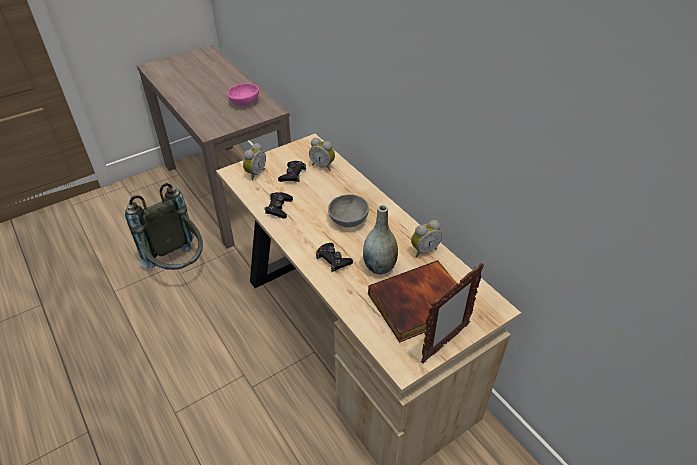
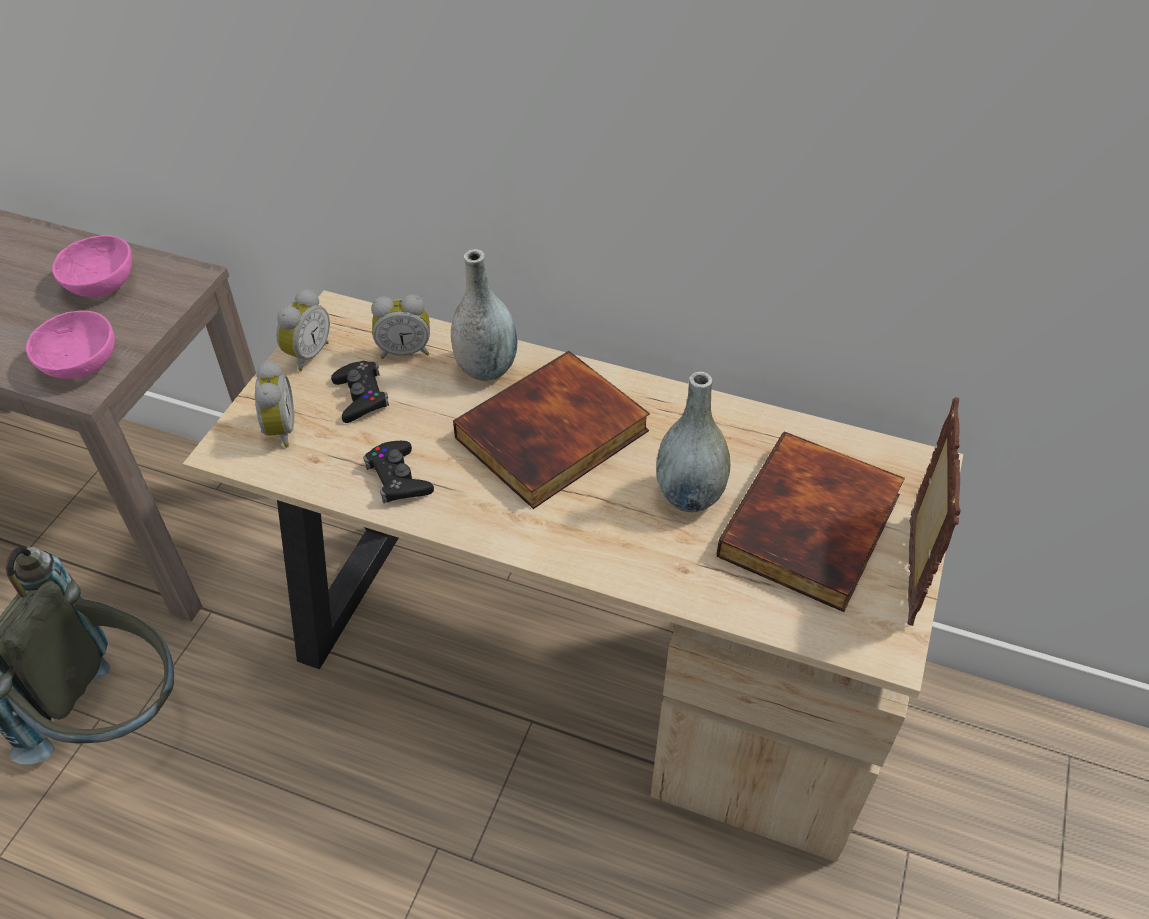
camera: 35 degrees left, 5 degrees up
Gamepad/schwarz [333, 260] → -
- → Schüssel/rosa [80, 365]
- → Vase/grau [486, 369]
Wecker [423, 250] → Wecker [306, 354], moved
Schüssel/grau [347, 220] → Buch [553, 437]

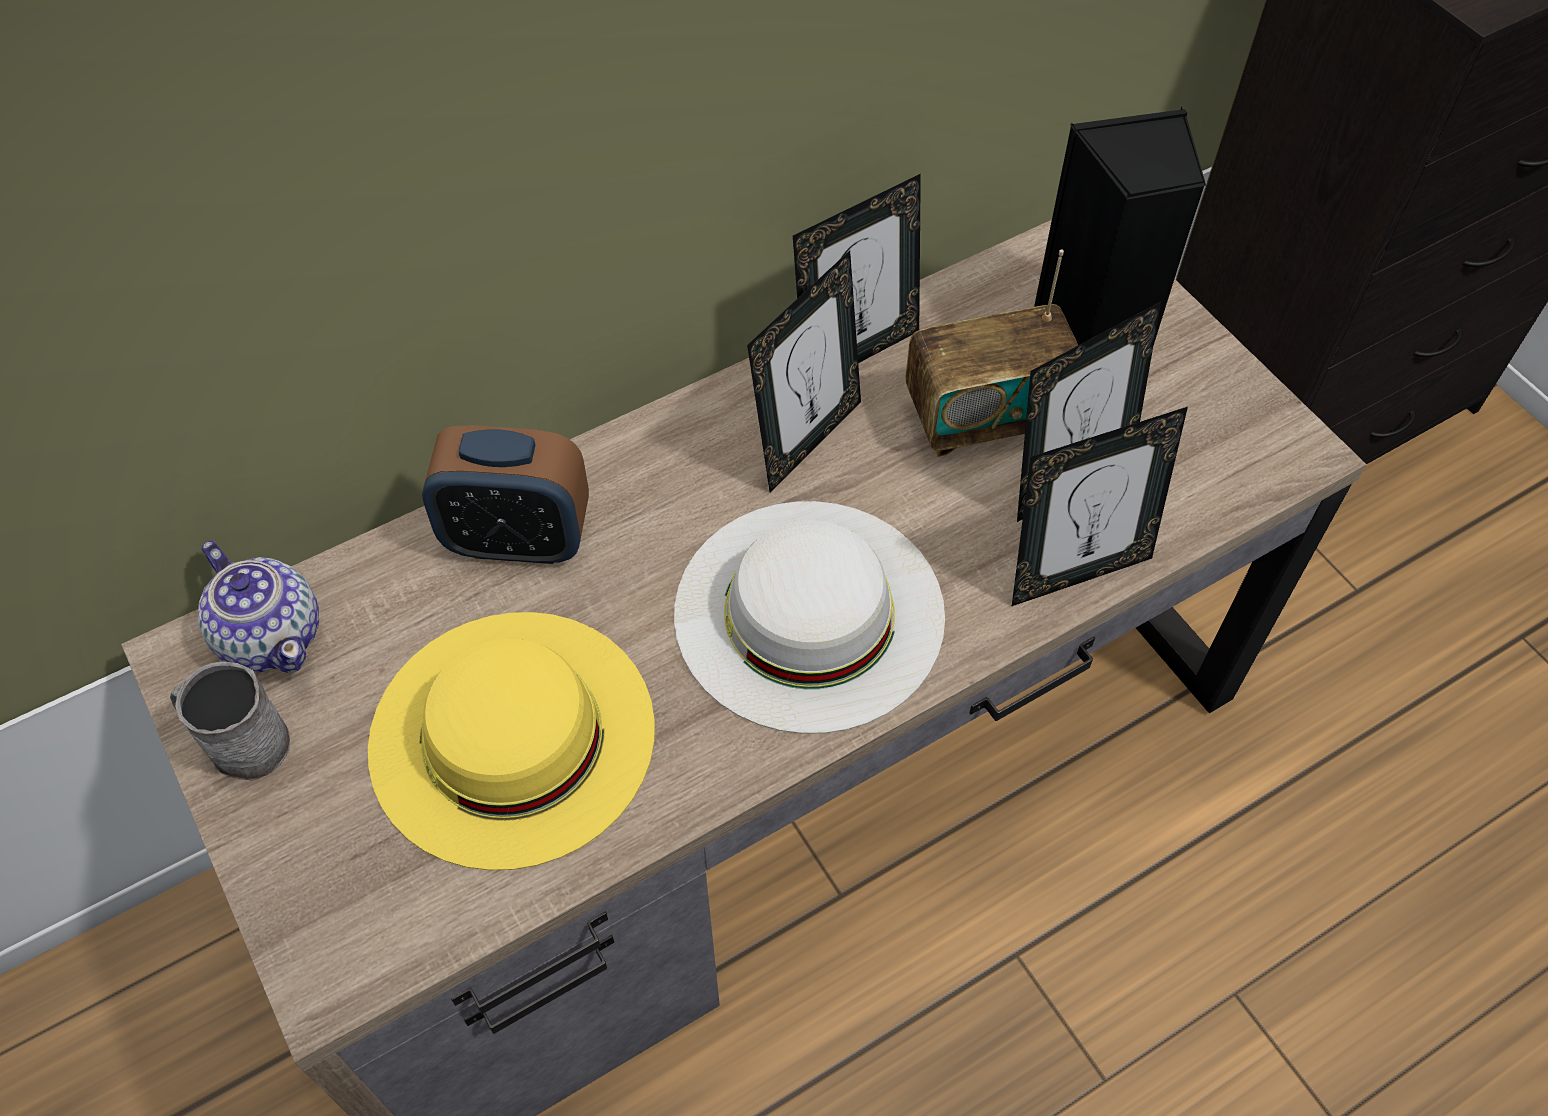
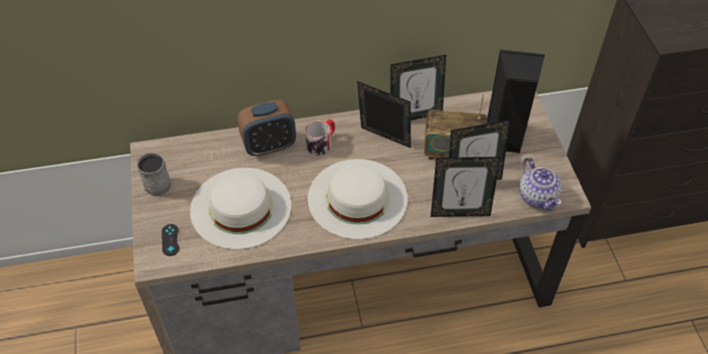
camera: 20 degrees right, 5 degrees down
- → Gamepad/schwarz [170, 240]
- → Henkelbecher [322, 143]
Teekanne [272, 634] → Teekanne [537, 196], moved
Hut/gelb [512, 736] → Hut/weiß [240, 207]
Wecker [518, 539] → Wecker [269, 146], 45 degrees counterclockwise
Bilderrahmen [806, 440] → Bilderrahmen [383, 141], 120 degrees counterclockwise

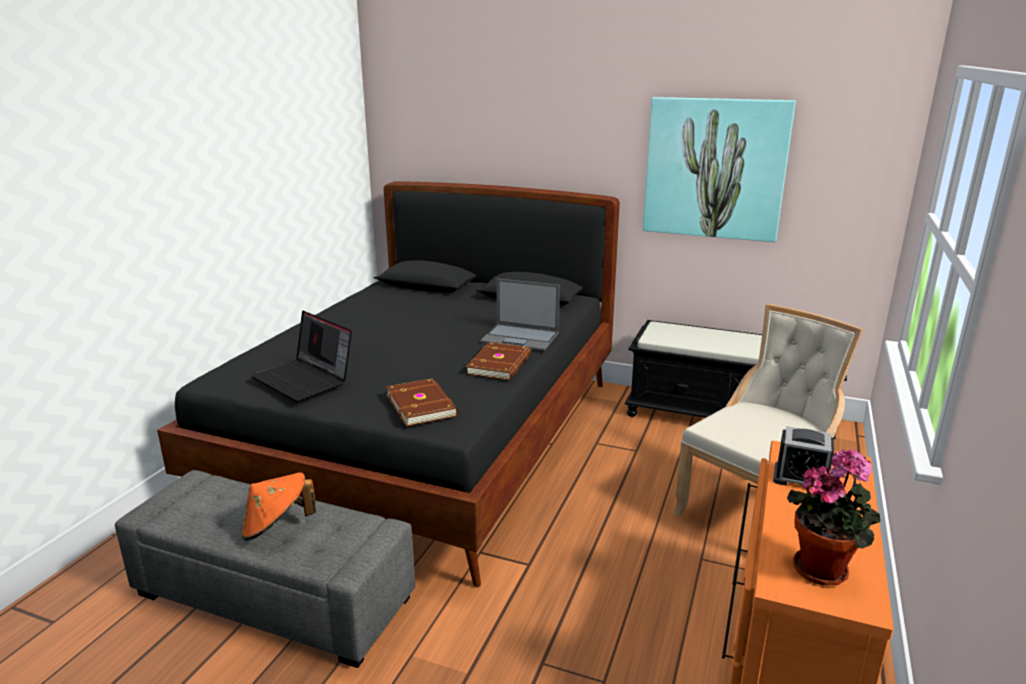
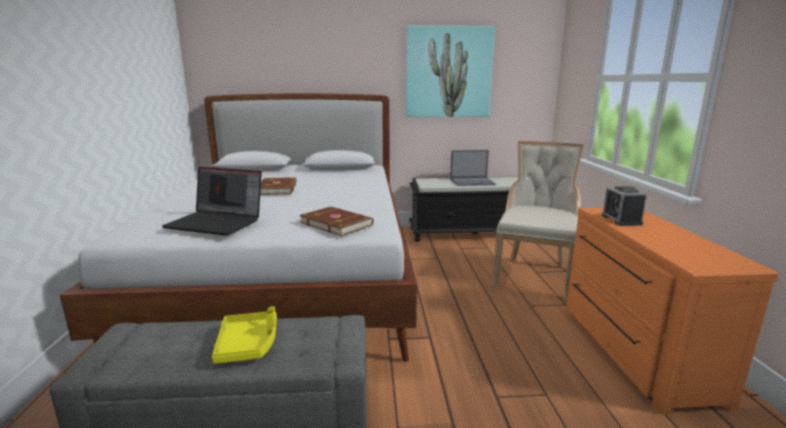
camera: 25 degrees left, 5 degrees down
Topfpflanze [824, 569] → -
Buch/braun [500, 364] → Buch/braun [278, 188], moved
Laptop [521, 338] → Laptop [472, 182], moved
Hut/orange [277, 527] → Tablett/gelb [248, 345]
Bett/schwarz [429, 440] → Bett/weiß [290, 279]
Wecker [801, 478] → Wecker [621, 220], 90 degrees clockwise

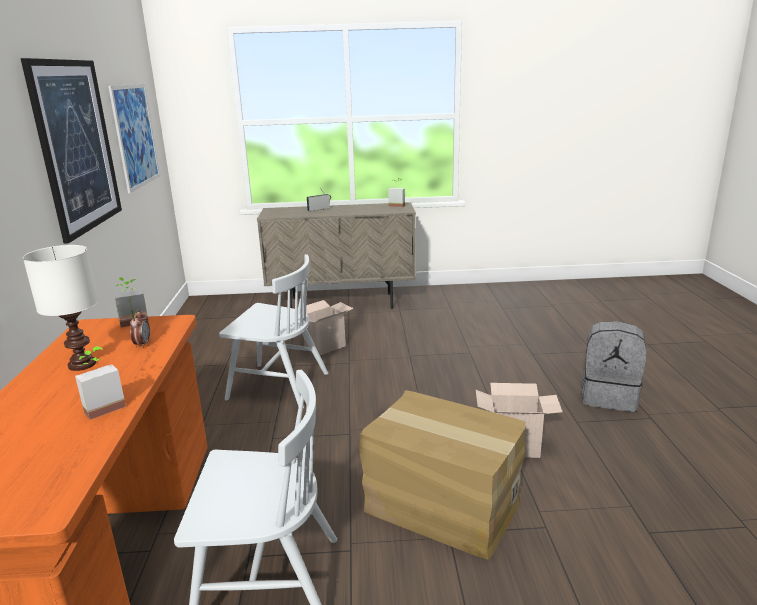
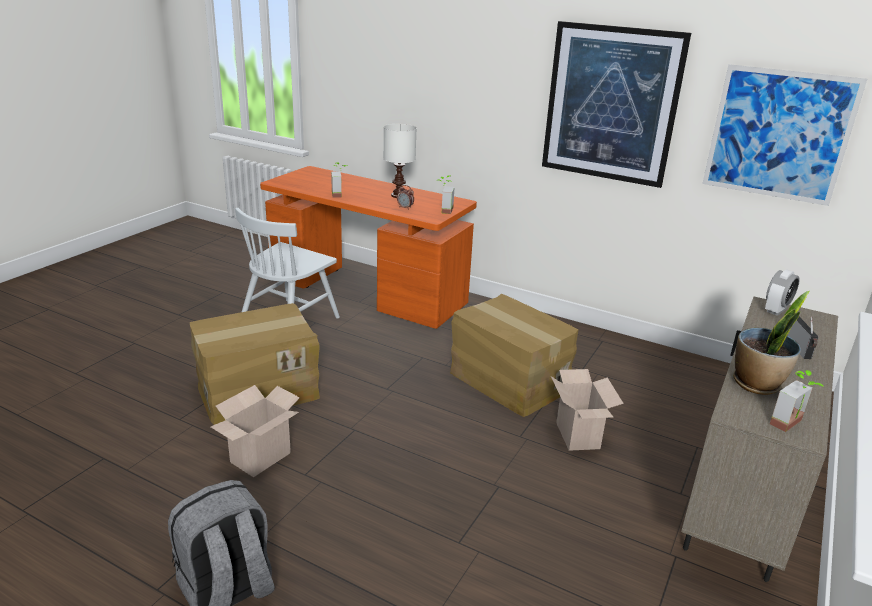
camera: 120 degrees right, 5 degrees up
- → Topfpflanze [757, 384]
- → Wecker [776, 310]
Stuhl/weiß [278, 386] → Karton [507, 382]

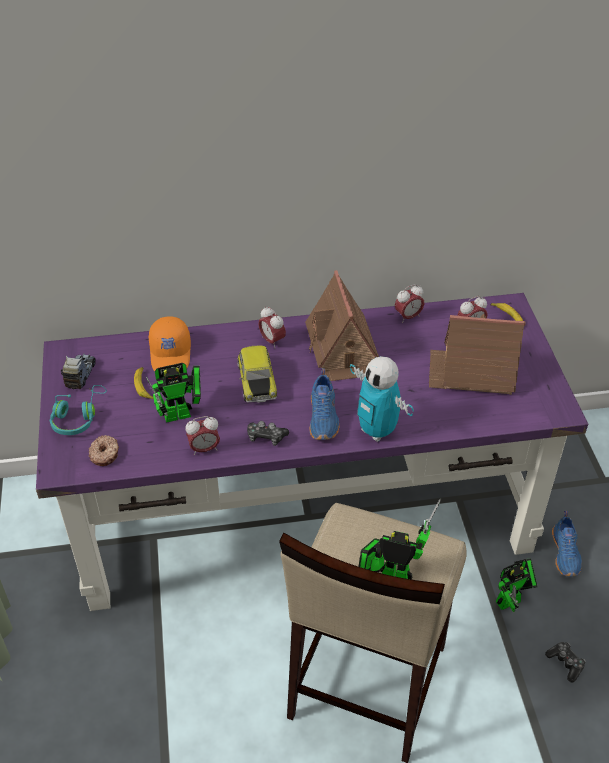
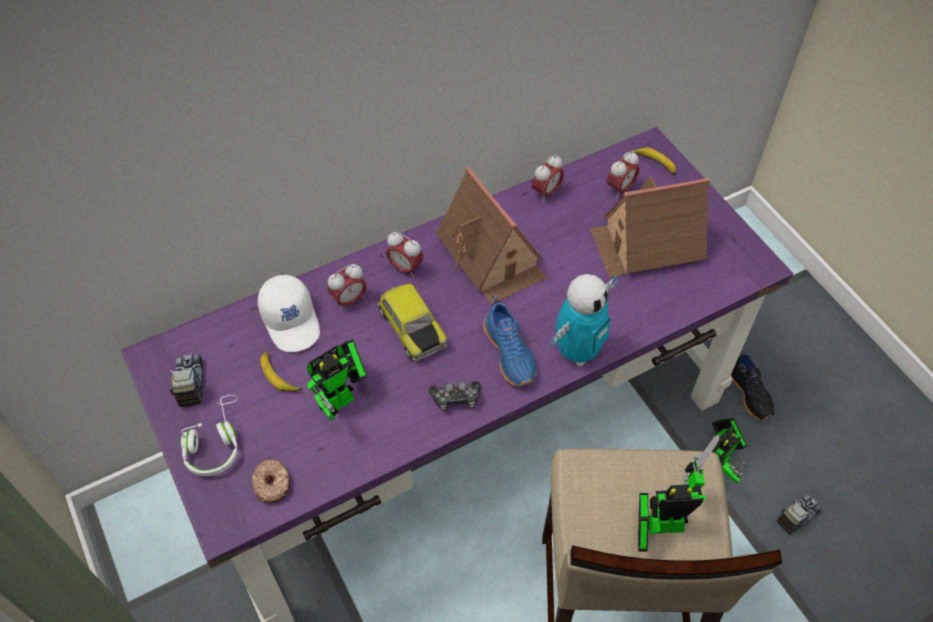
camera: 20 degrees left, 10 degrees up
Wecker [204, 449] → Wecker [349, 300], moved
Gamepad [565, 663] → Spielzeuglaster [797, 516]
Kopfhörer/türkis [78, 417] → Kopfhörer/weiß [214, 443]
Kappe/orange [171, 354] → Kappe/weiß [292, 321]
Schuh/blau [566, 553] → Schuh/schwarz [751, 393]
Spielzeugroboter [377, 431] → Spielzeugroboter [577, 351], 75 degrees counterclockwise

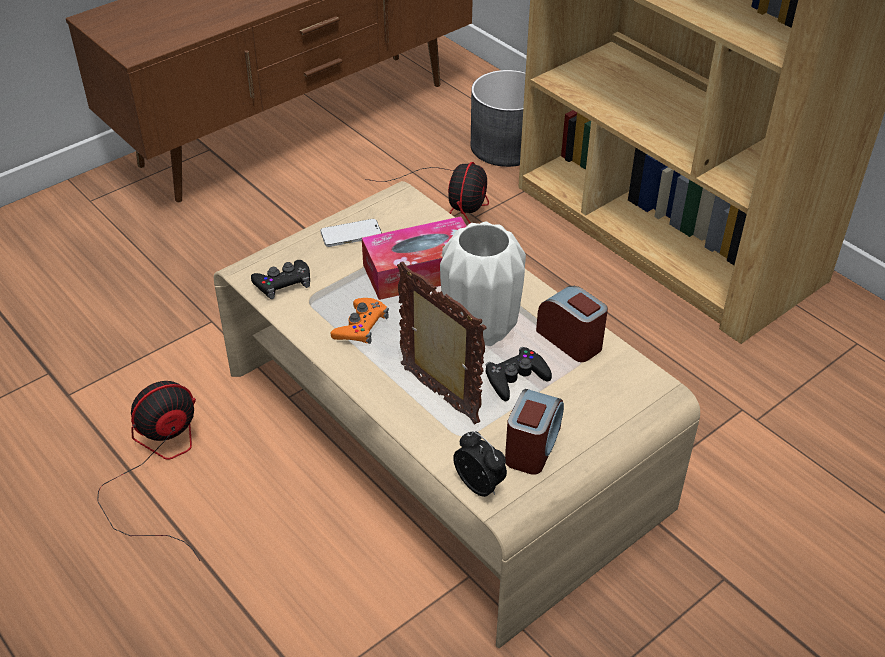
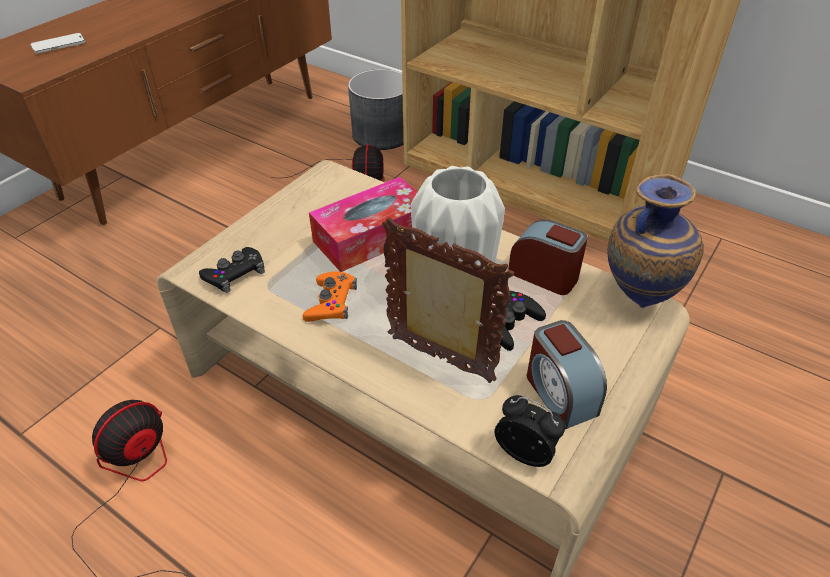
camera: 15 degrees left, 0 degrees up
- → Vase [637, 298]
Handy [351, 234] → Handy [59, 45], moved
Wecker [532, 446] → Wecker [559, 394], 150 degrees clockwise

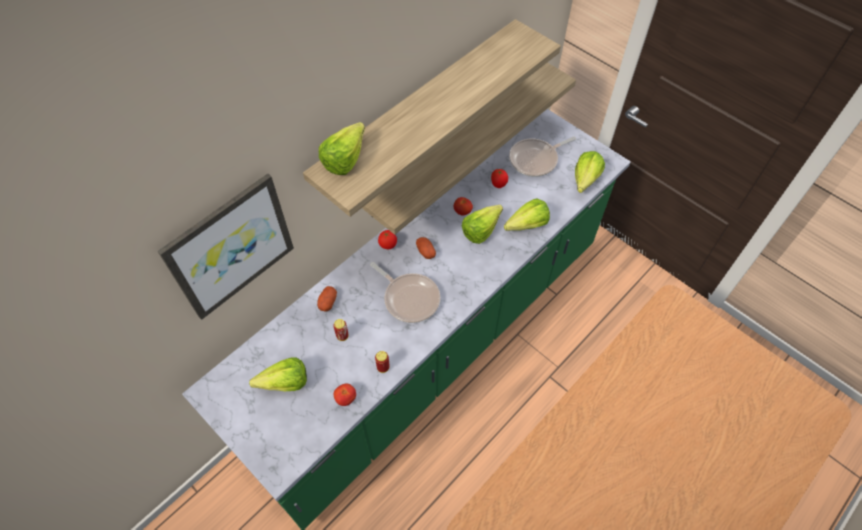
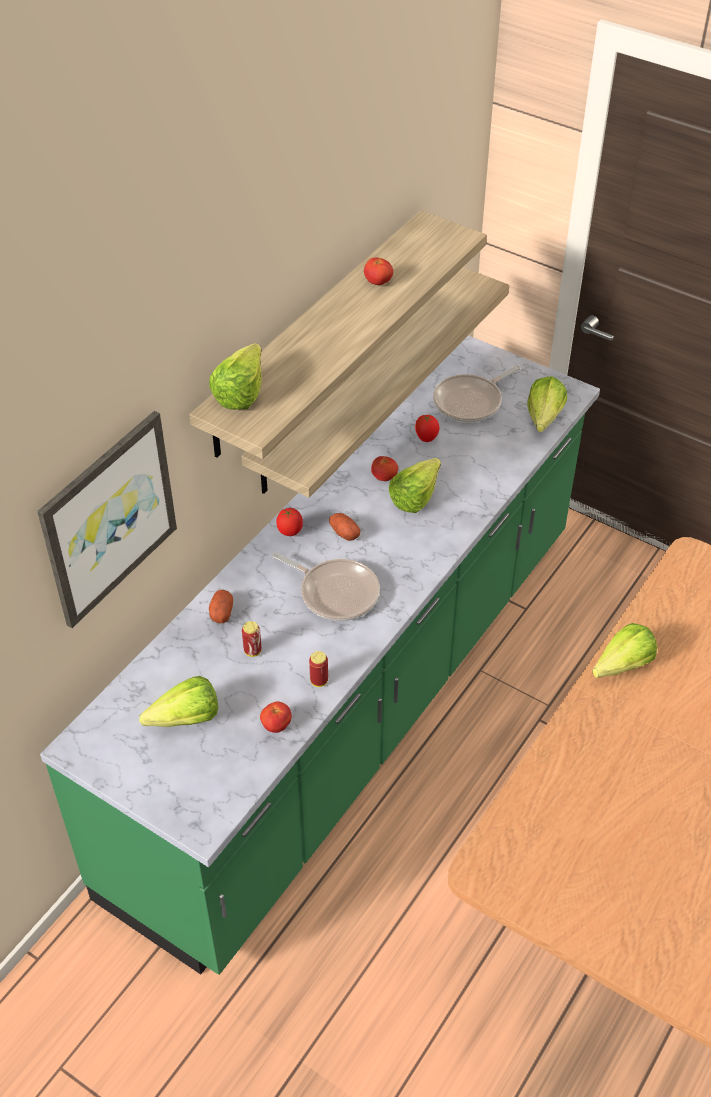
camera: 10 degrees left, 10 degrees down
- → Tomate [378, 282]
Salatkopf [523, 226] → Salatkopf [617, 668], moved

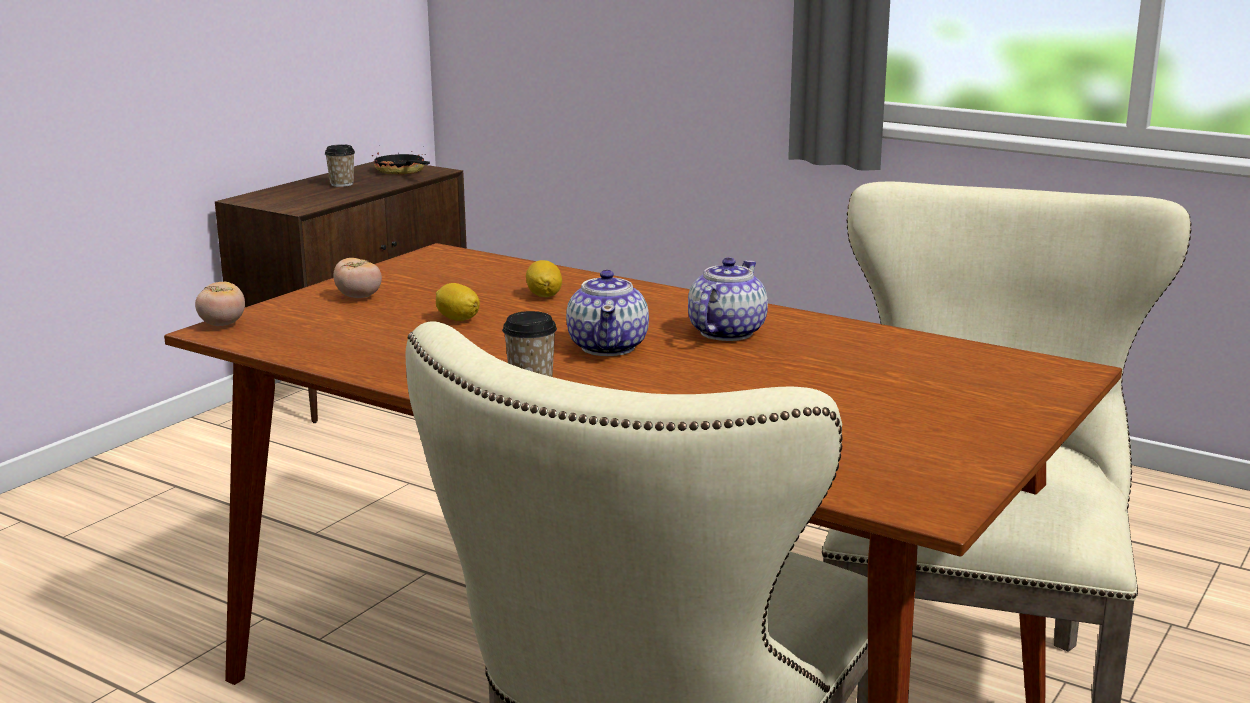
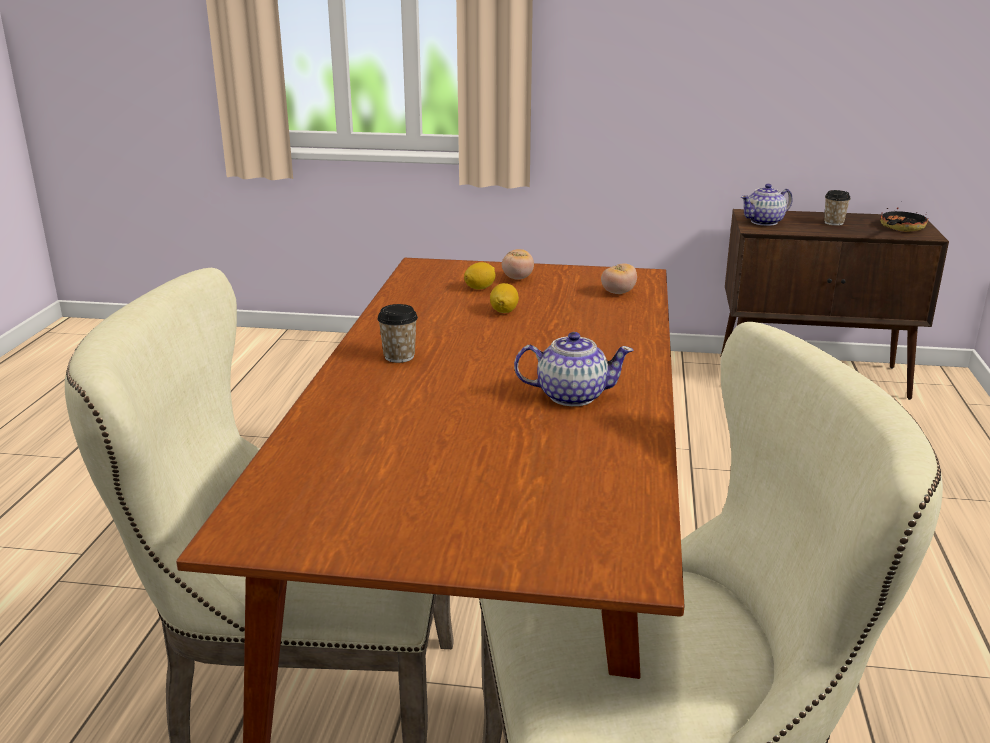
camera: 65 degrees right, 5 degrees up
Tomate [222, 324] → Tomate [618, 293], moved
Zitrone [544, 295] → Zitrone [480, 288], moved
Teekanne [608, 347] → Teekanne [764, 222], moved

